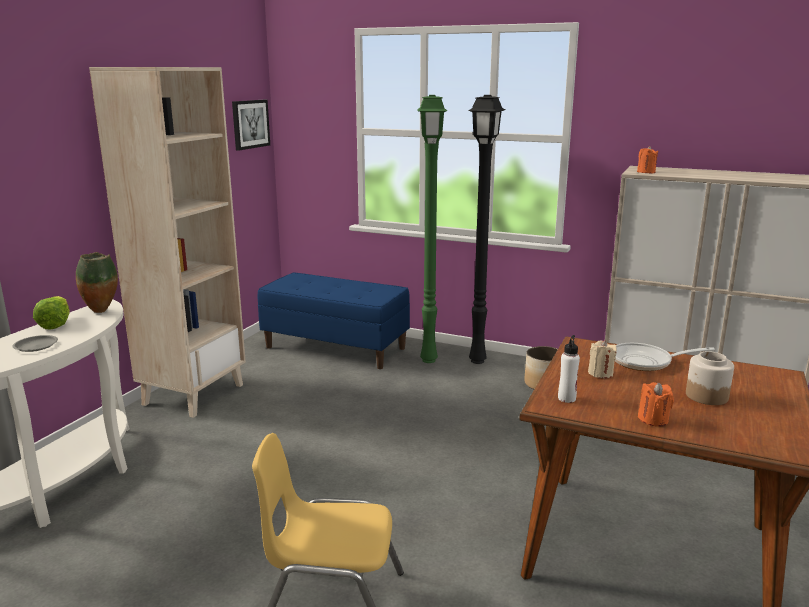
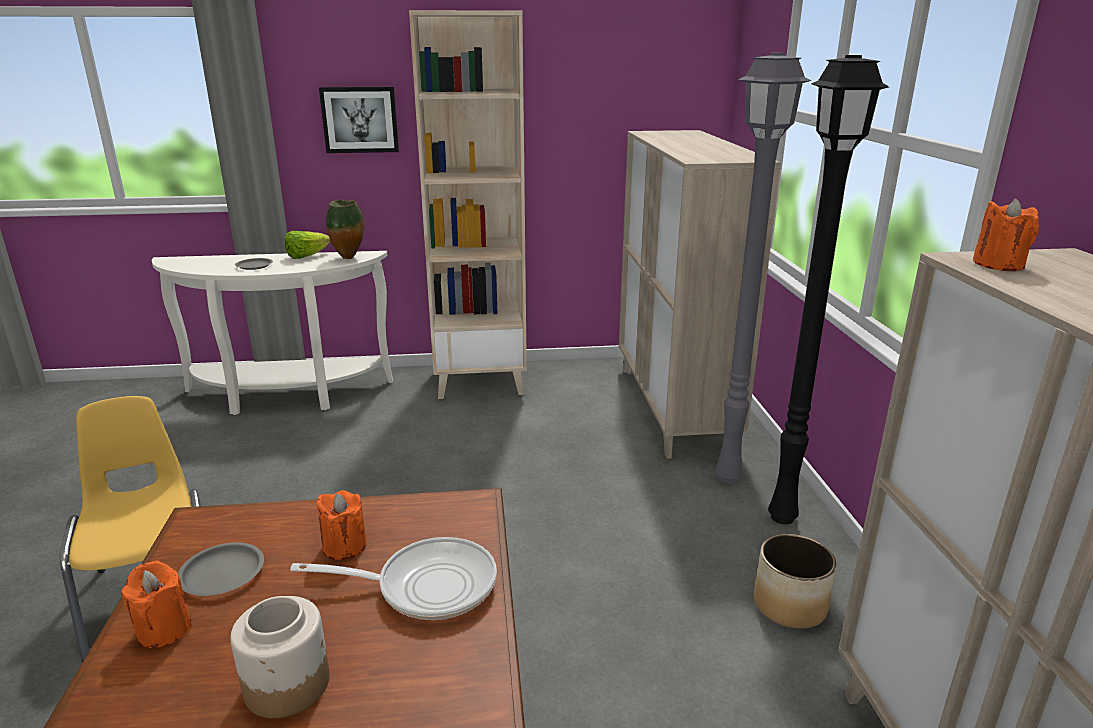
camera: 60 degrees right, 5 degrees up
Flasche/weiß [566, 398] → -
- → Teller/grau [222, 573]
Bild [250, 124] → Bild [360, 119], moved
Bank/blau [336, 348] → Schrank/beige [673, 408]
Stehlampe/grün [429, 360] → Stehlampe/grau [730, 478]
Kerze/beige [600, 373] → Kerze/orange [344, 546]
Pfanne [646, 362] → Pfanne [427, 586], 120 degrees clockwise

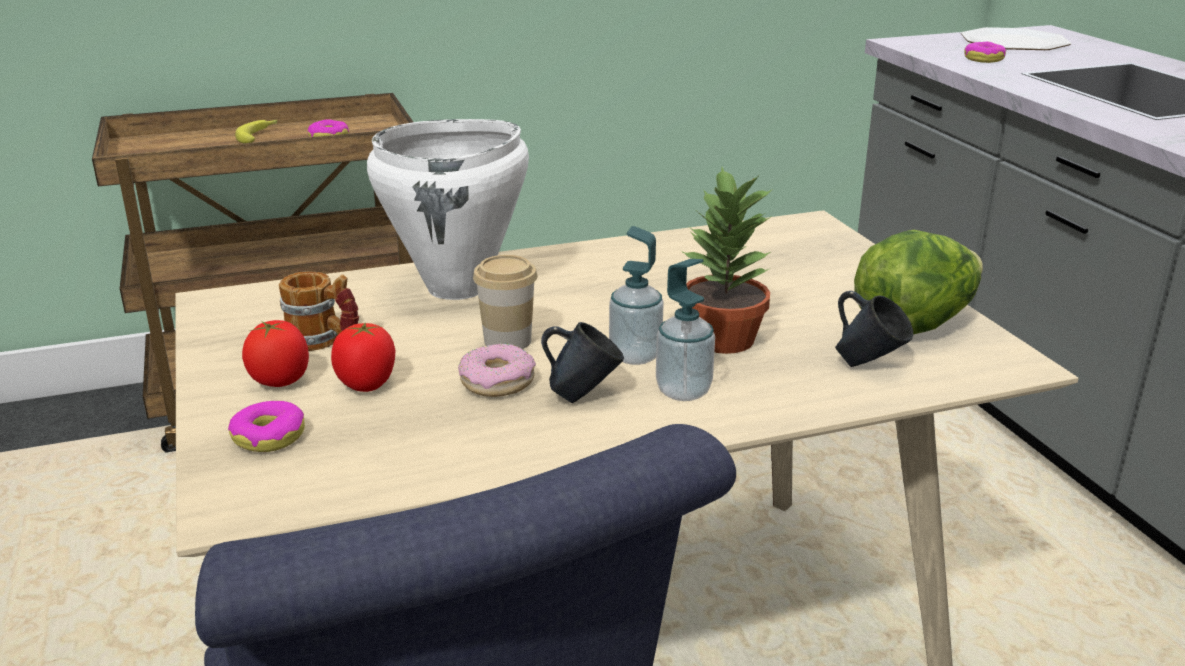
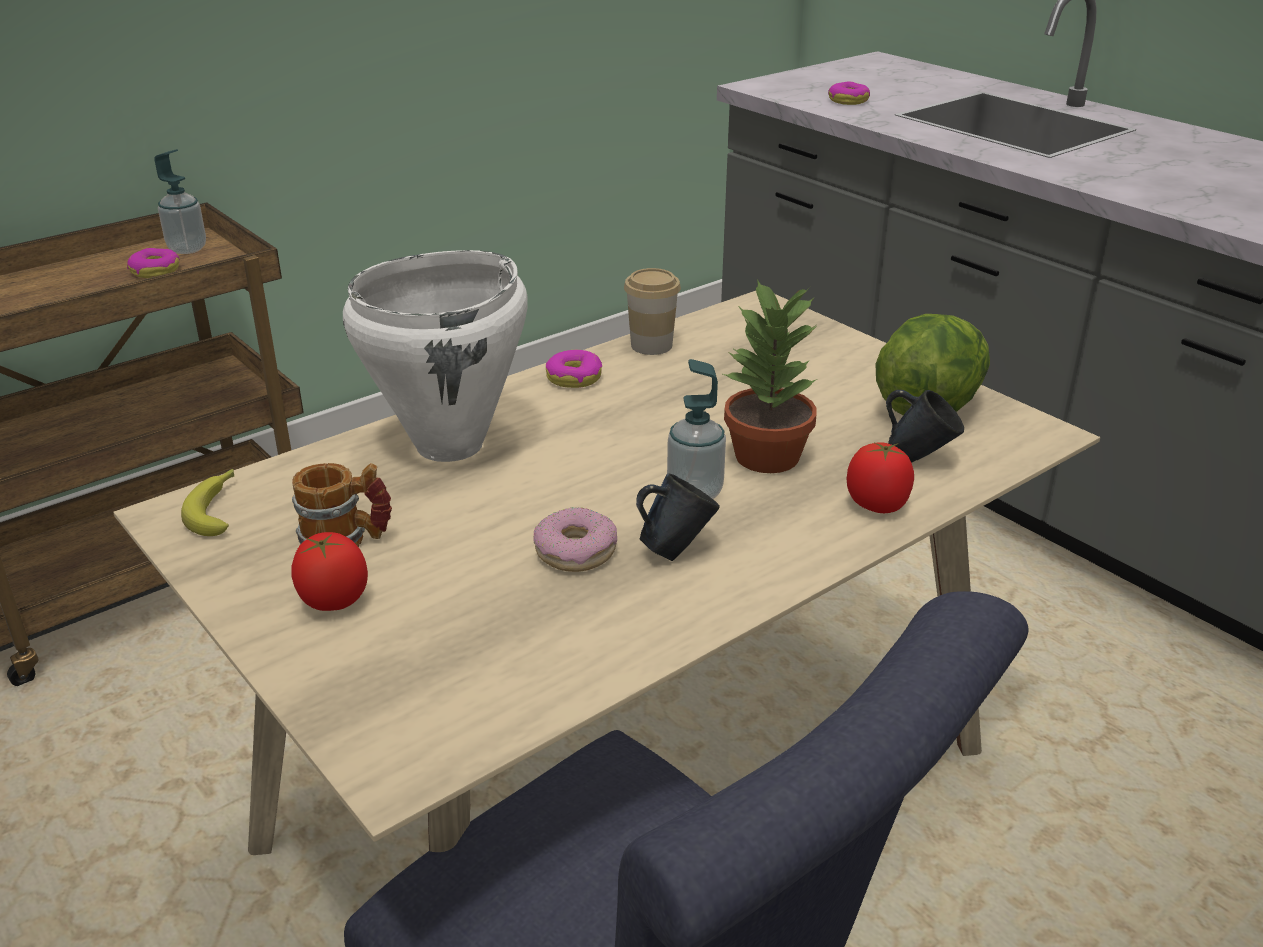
camera: 20 degrees left, 5 degrees up
Teller [1013, 43] → -
Donut [269, 436] → Donut [574, 377], moved
Banane [259, 136] → Banane [218, 509], moved
Tomate [366, 384] → Tomate [877, 505], moved
Tasse [507, 341] → Tasse [651, 345], moved
Seifenspender [683, 391] → Seifenspender [187, 249], moved

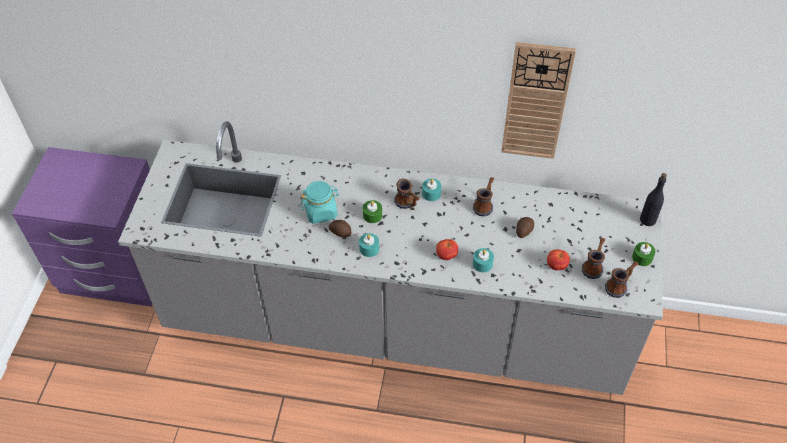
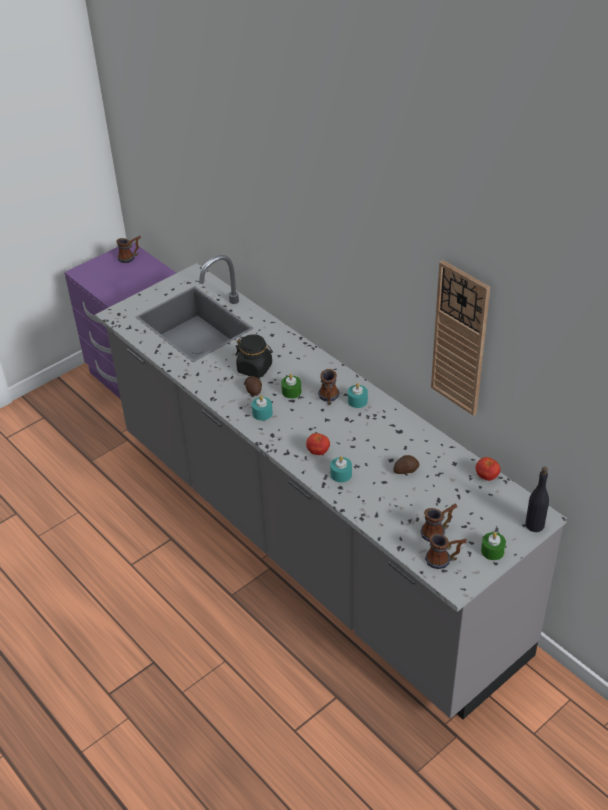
camera: 40 degrees right, 10 degrees down
Henkelbecher [484, 204] → Henkelbecher [130, 257], moved
Tomate [556, 265] → Tomate [487, 476], moved
Vorratsglas/türkis [321, 212] → Vorratsglas/schwarz [255, 368]

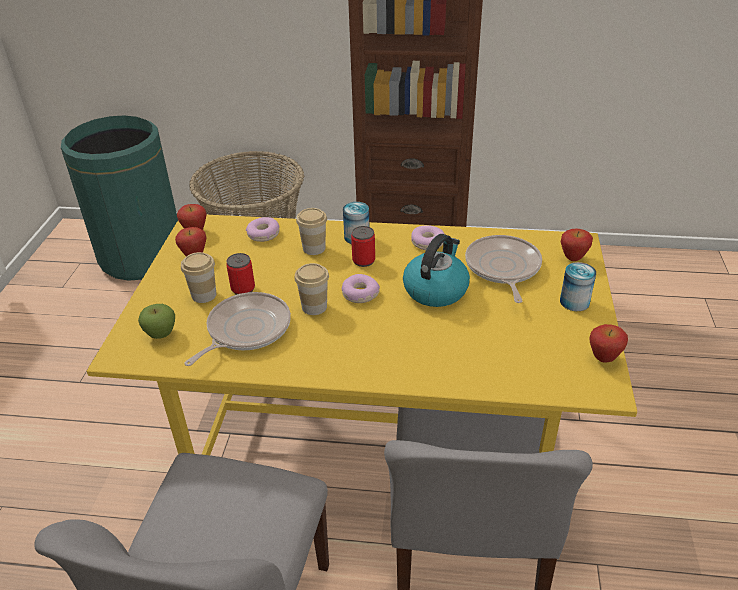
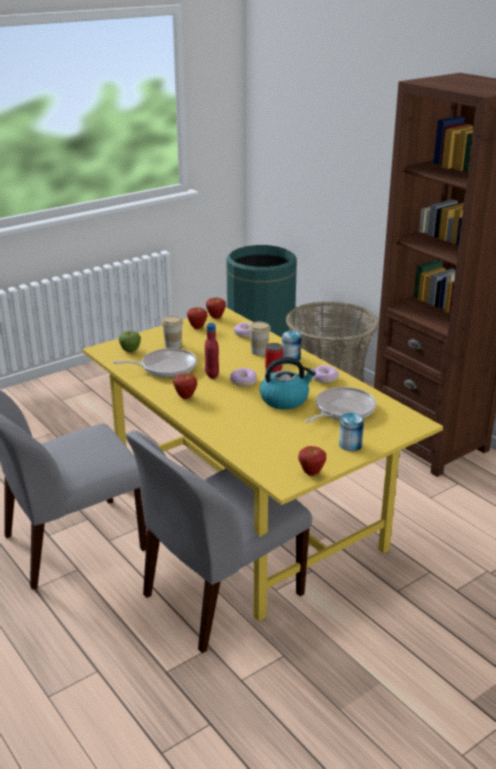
camera: 45 degrees right, 10 degrees down
Dose [243, 289] → -
Apfel [573, 258] → Apfel [185, 397], moved
Tasse [314, 307] → Flasche/rot [212, 375]

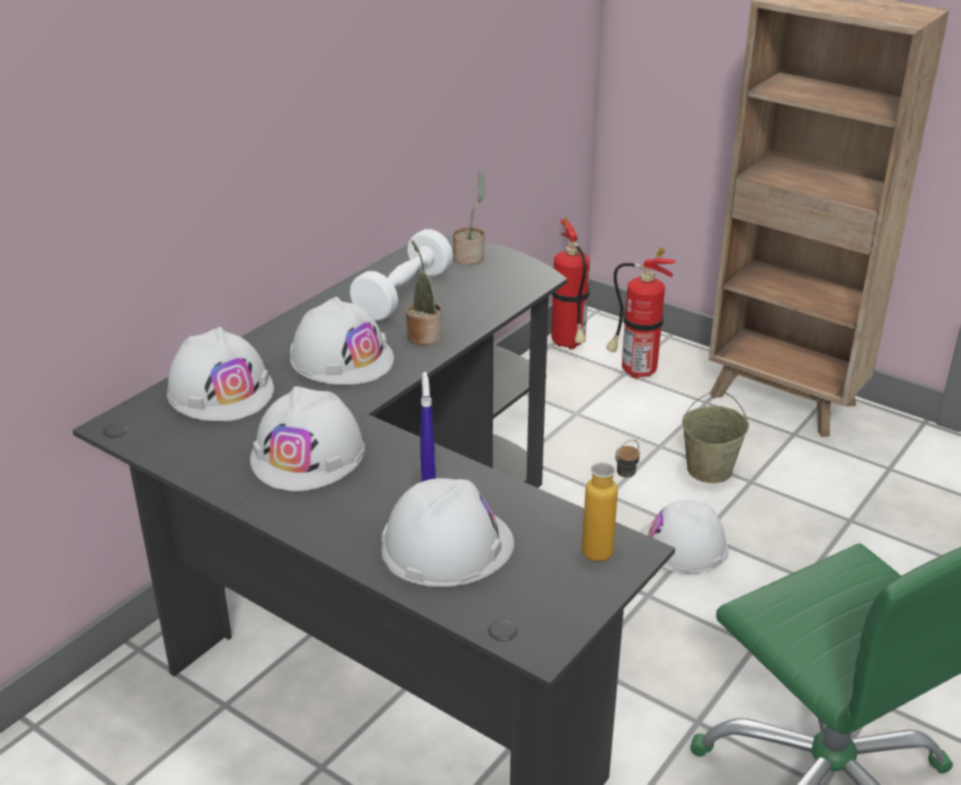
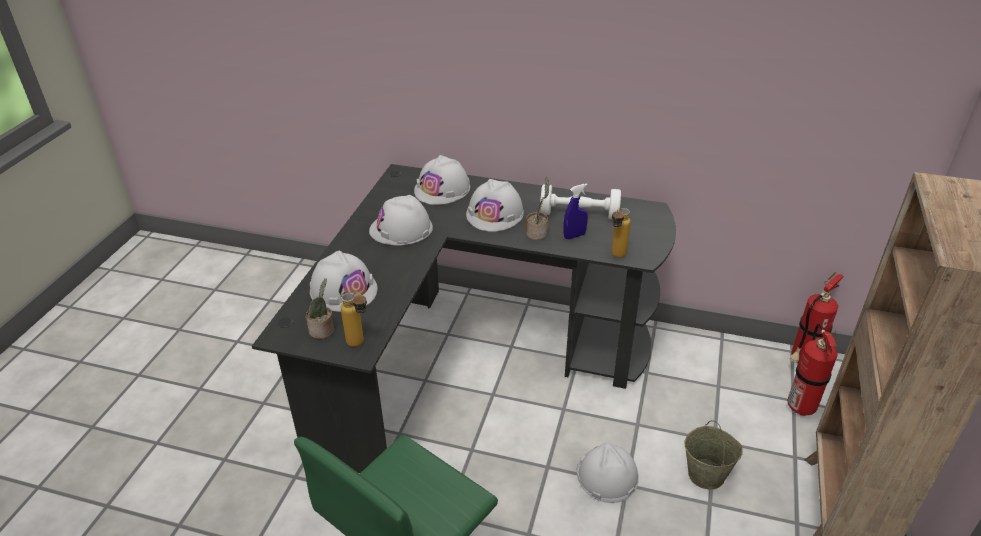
camera: 70 degrees right, 5 degrees up
- → Flasche [616, 257]
Sprühflasche/blau [428, 478] → Sprühflasche/blau [574, 236], moved
Topfpflanze [470, 257] → Topfpflanze [323, 331], moved

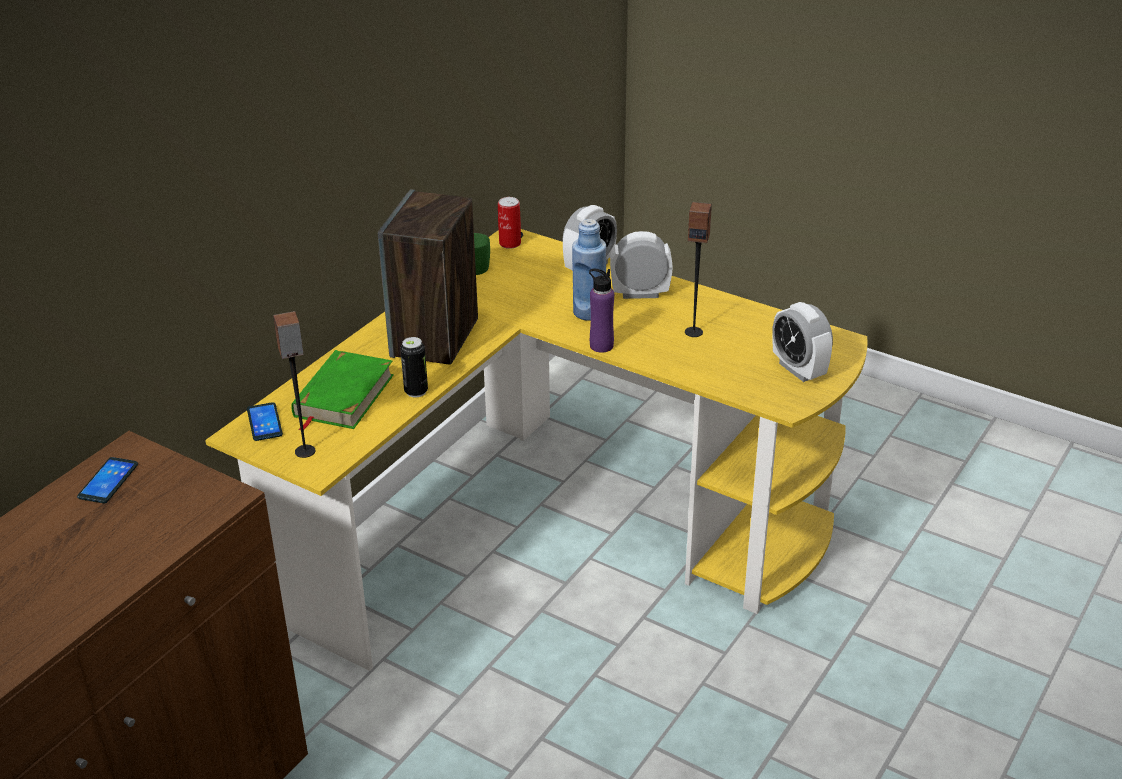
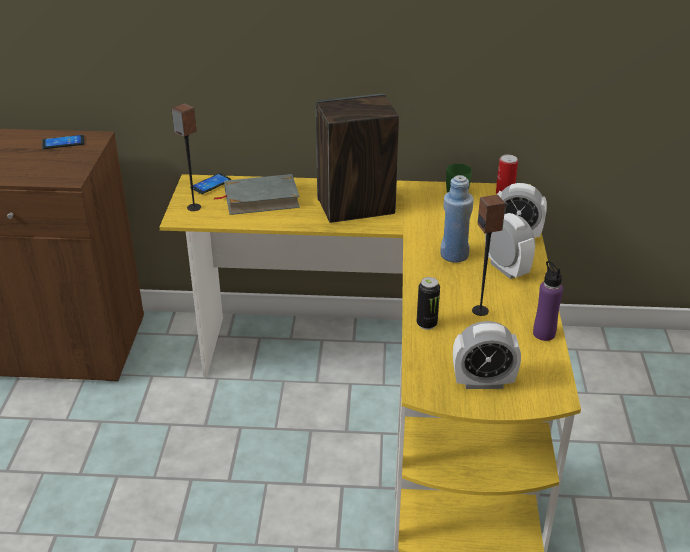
camera: 60 degrees right, 0 degrees up
Dose [416, 391] → Dose [426, 324], moved
Flasche/lila [601, 346] → Flasche/lila [544, 333], moved
Buch/grün [343, 396] → Buch/grau [261, 199]
Wecker [798, 369] → Wecker [483, 382], 120 degrees counterclockwise

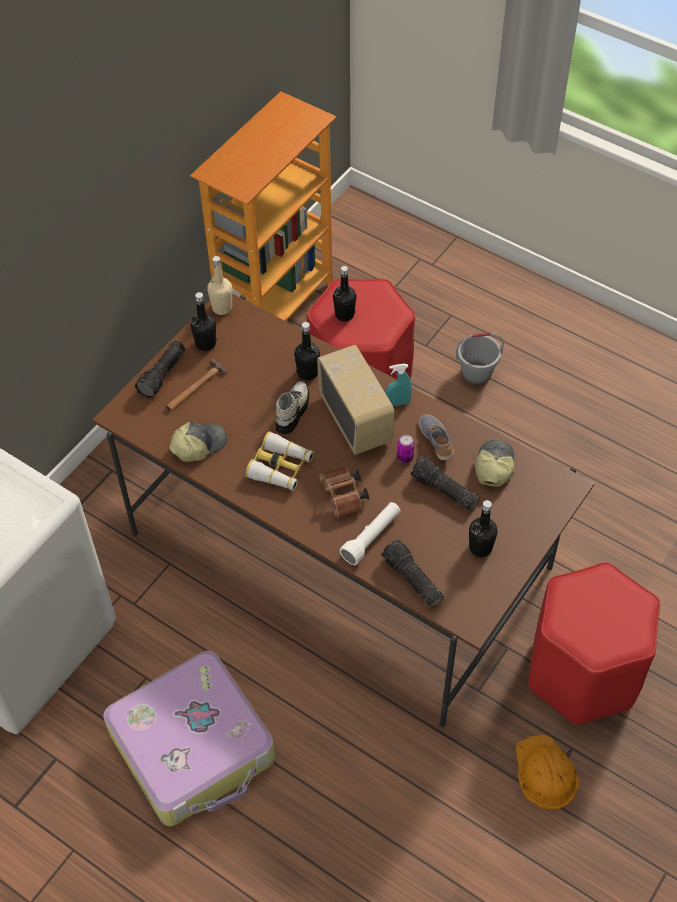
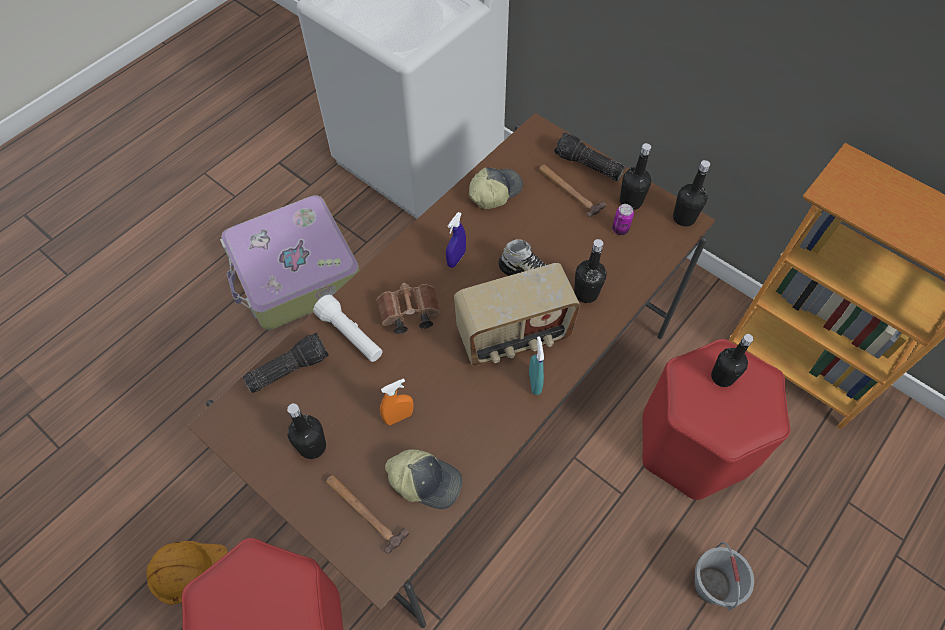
camera: 95 degrees right, 5 degrees up
Schuh [436, 441] → -
- → Hammer [364, 511]
Dose [405, 458] → Dose [620, 229], moved
Fernglas [280, 467] → Sprühflasche/blau [456, 259]
Taschenlampe [443, 491] → Sprühflasche/orange [398, 417]
Flasche/beige [222, 308] → Flasche/schwarz [684, 218]
Kappe [198, 445] → Kappe [494, 191], 105 degrees counterclockwise

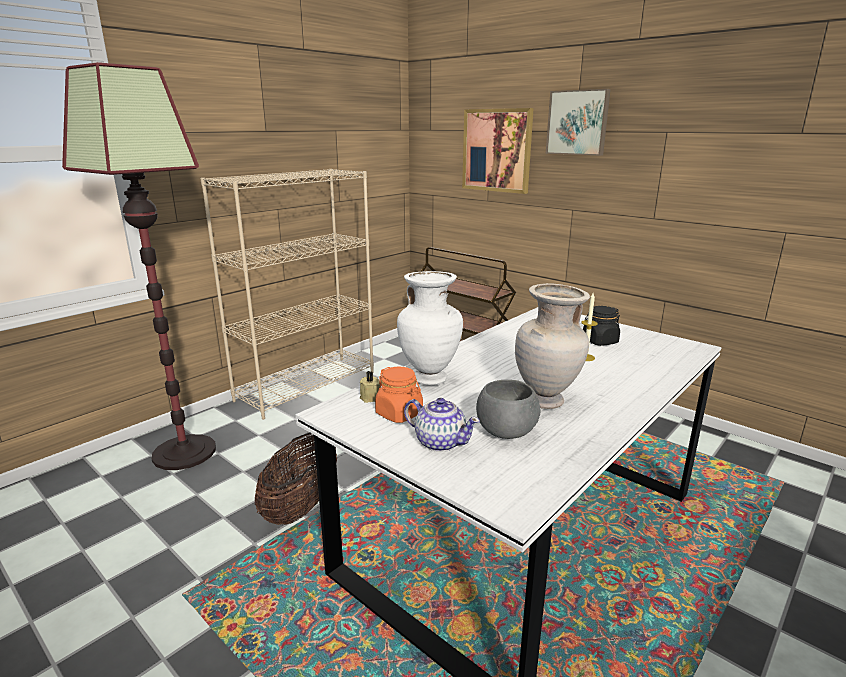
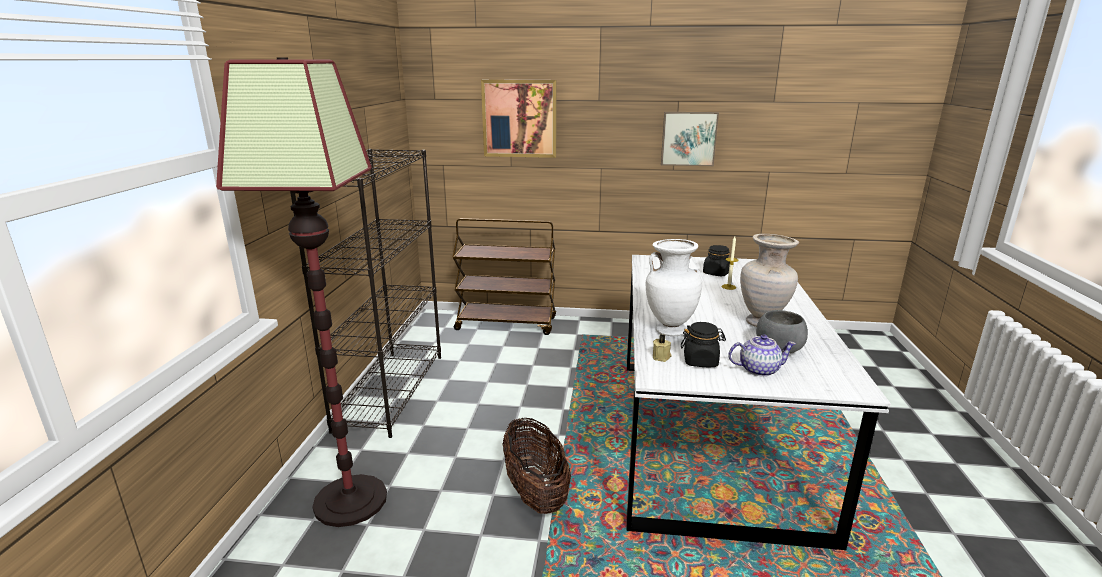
camera: 35 degrees left, 0 degrees up
Bild [578, 122] → Bild [688, 138], moved
Bücherregal/beige [307, 385] → Bücherregal/schwarz [391, 390]
Vorratsglas/orange [399, 414] → Vorratsglas/schwarz [700, 361]

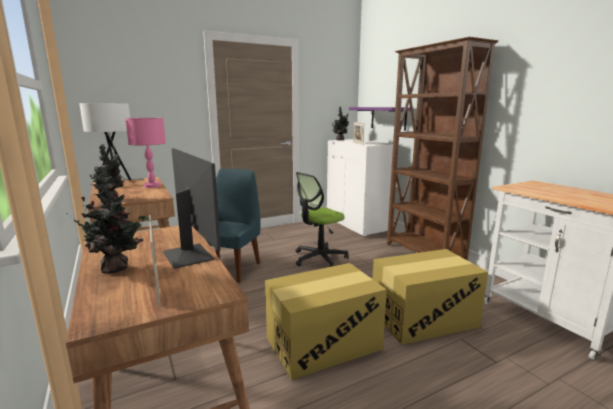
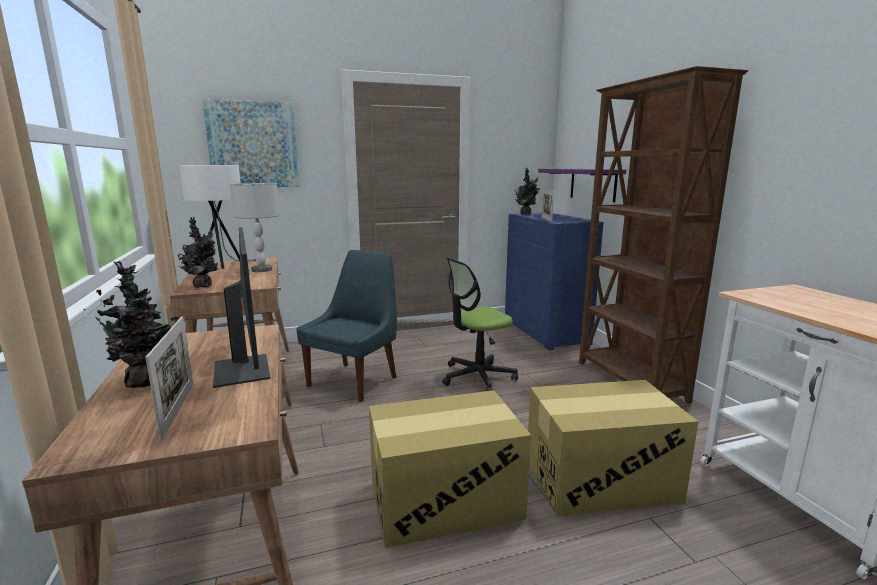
camera: 10 degrees right, 0 degrees up
- → Bild [253, 145]
Tischlampe/rosa [152, 186] → Tischlampe/grau [262, 270]
Schrank/weiß [358, 224] → Schrank/blau [546, 331]

